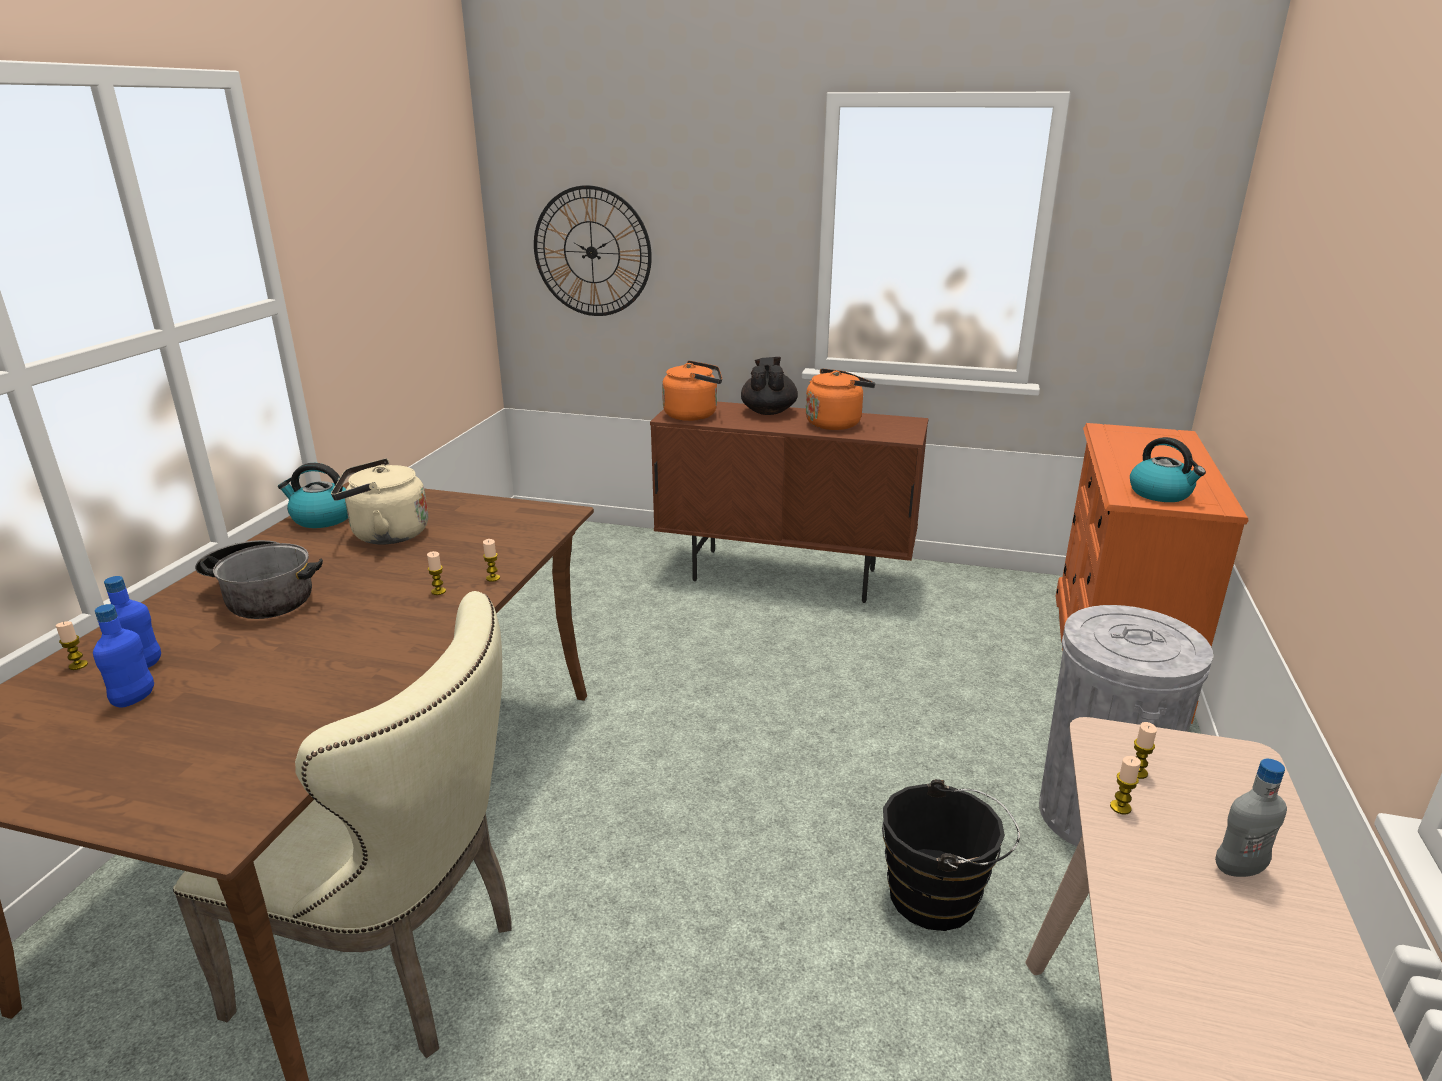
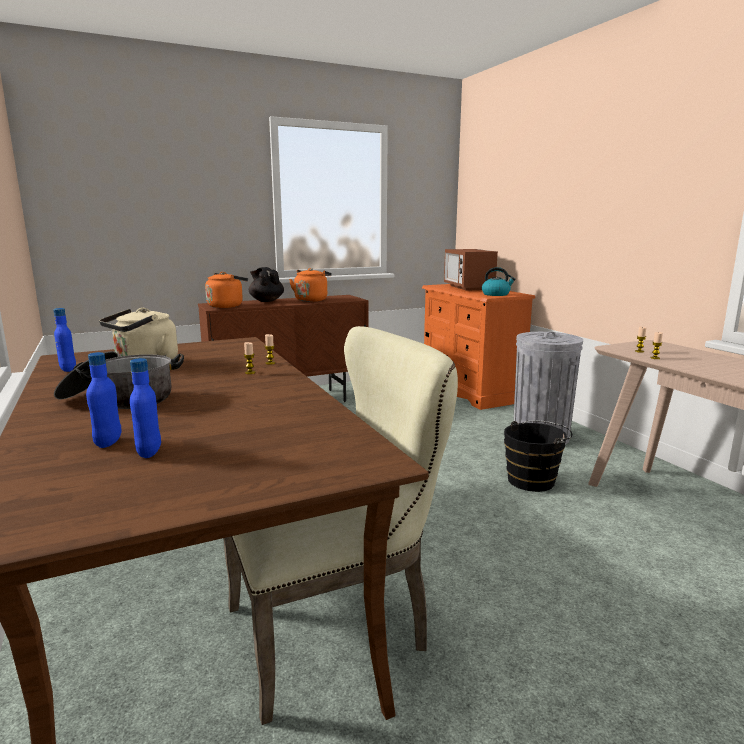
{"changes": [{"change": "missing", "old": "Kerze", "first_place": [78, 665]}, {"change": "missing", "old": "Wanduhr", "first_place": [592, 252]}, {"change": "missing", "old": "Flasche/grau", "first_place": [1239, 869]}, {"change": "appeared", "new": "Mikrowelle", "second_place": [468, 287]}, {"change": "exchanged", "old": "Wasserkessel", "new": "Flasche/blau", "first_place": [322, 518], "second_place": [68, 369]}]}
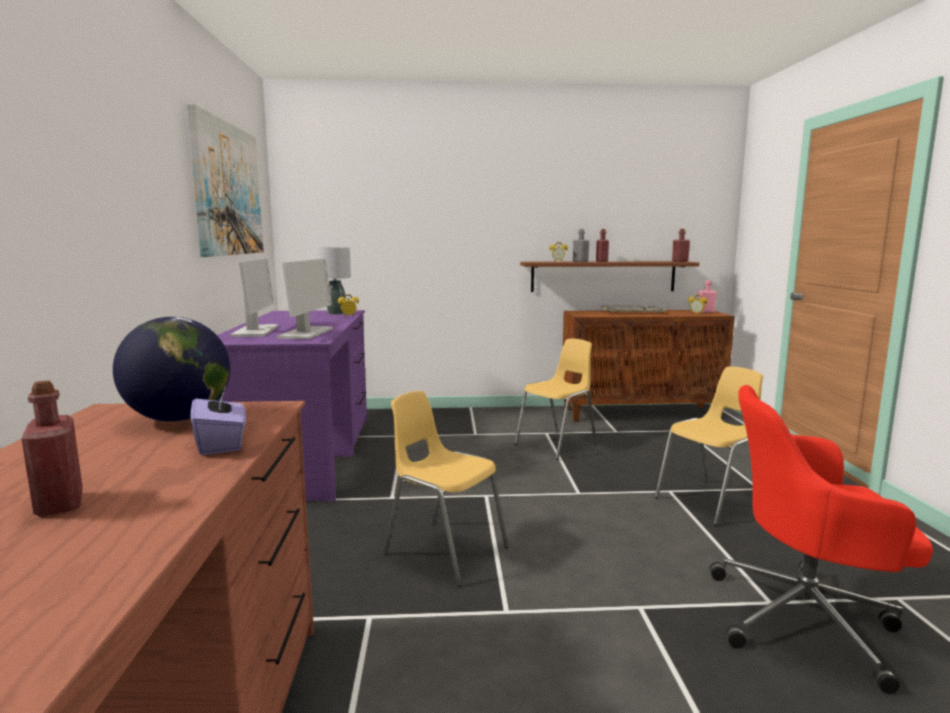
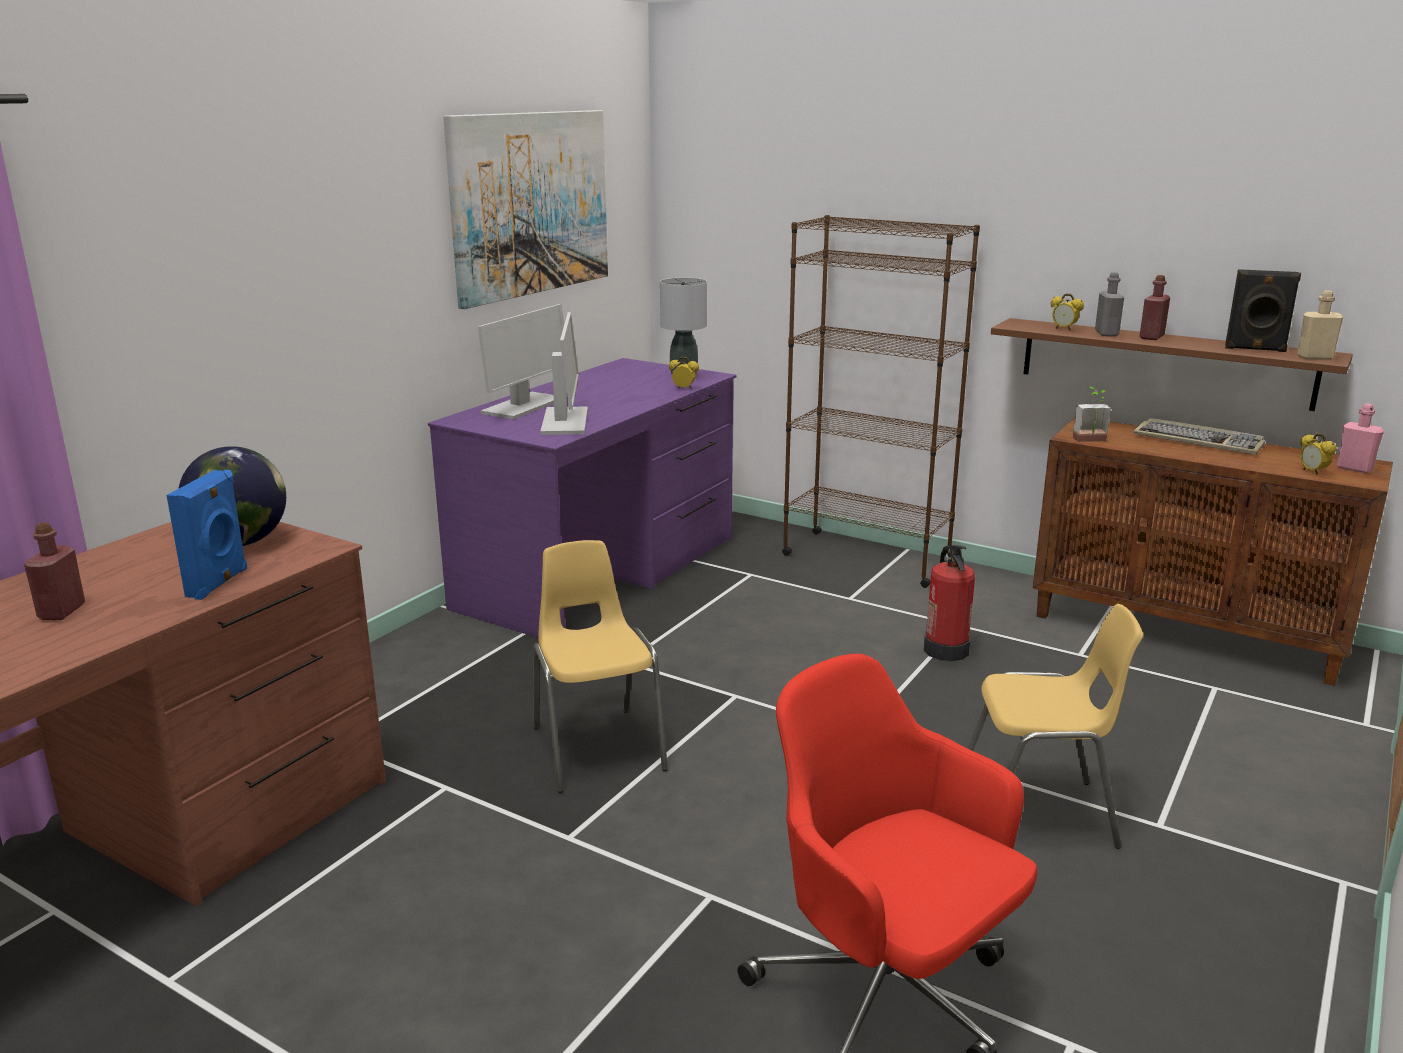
{"changes": [{"change": "appeared", "new": "Bücherregal/braun", "second_place": [866, 558]}, {"change": "appeared", "new": "Topfpflanze", "second_place": [1091, 441]}, {"change": "appeared", "new": "Lautsprecher/schwarz", "second_place": [1255, 349]}, {"change": "exchanged", "old": "Taschentuchbox/lila", "new": "Lautsprecher/blau", "first_place": [221, 444], "second_place": [219, 583]}, {"change": "exchanged", "old": "Stuhl/gelb", "new": "Feuerlöscher", "first_place": [557, 444], "second_place": [946, 649]}, {"change": "colour", "old": "Flasche/rot", "new": "Flasche/beige", "first_place": [680, 261], "second_place": [1315, 357]}, {"change": "spun", "old": "Monitor", "first_place": [306, 333], "second_place": [565, 422], "degrees": -45}]}
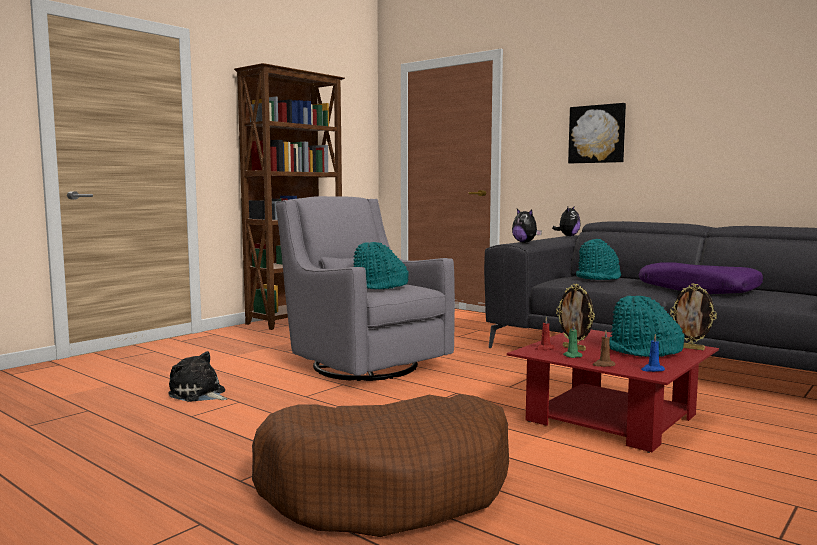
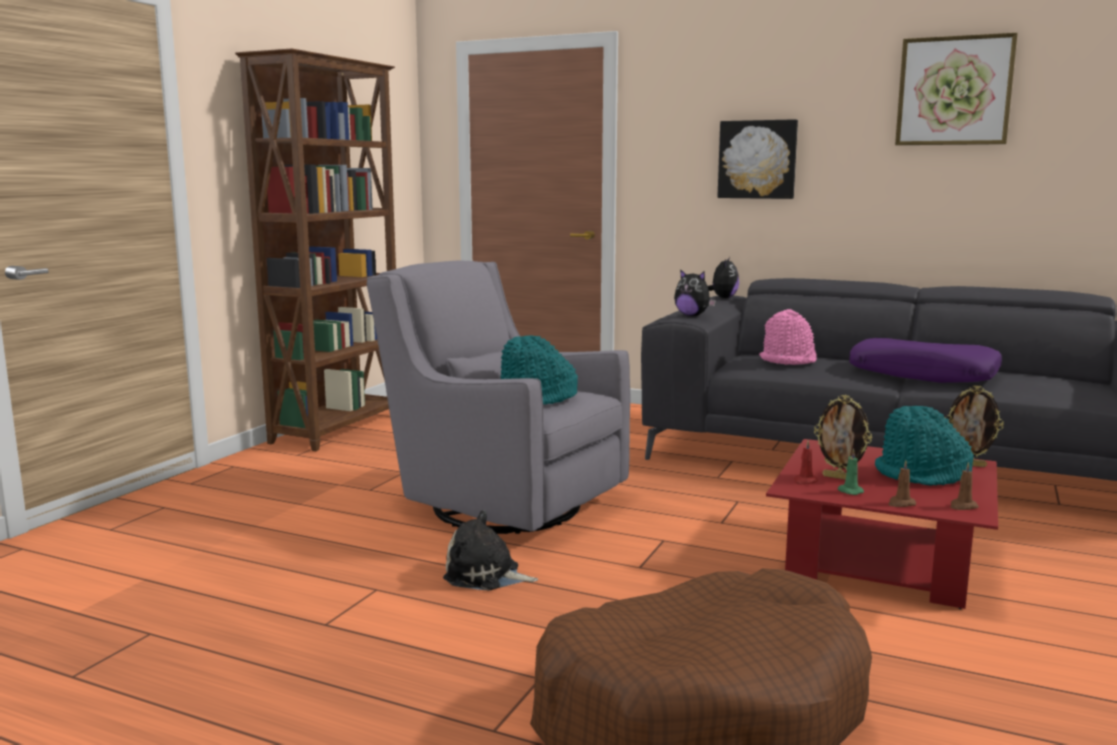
{"changes": [{"change": "appeared", "new": "Bild", "second_place": [954, 91]}, {"change": "relocated", "old": "Plüschtier", "first_place": [199, 394], "second_place": [486, 576]}, {"change": "colour", "old": "Hut/türkis", "new": "Hut/rosa", "first_place": [598, 278], "second_place": [788, 360]}, {"change": "colour", "old": "Kerze/blau", "new": "Kerze/braun", "first_place": [652, 370], "second_place": [962, 506]}]}
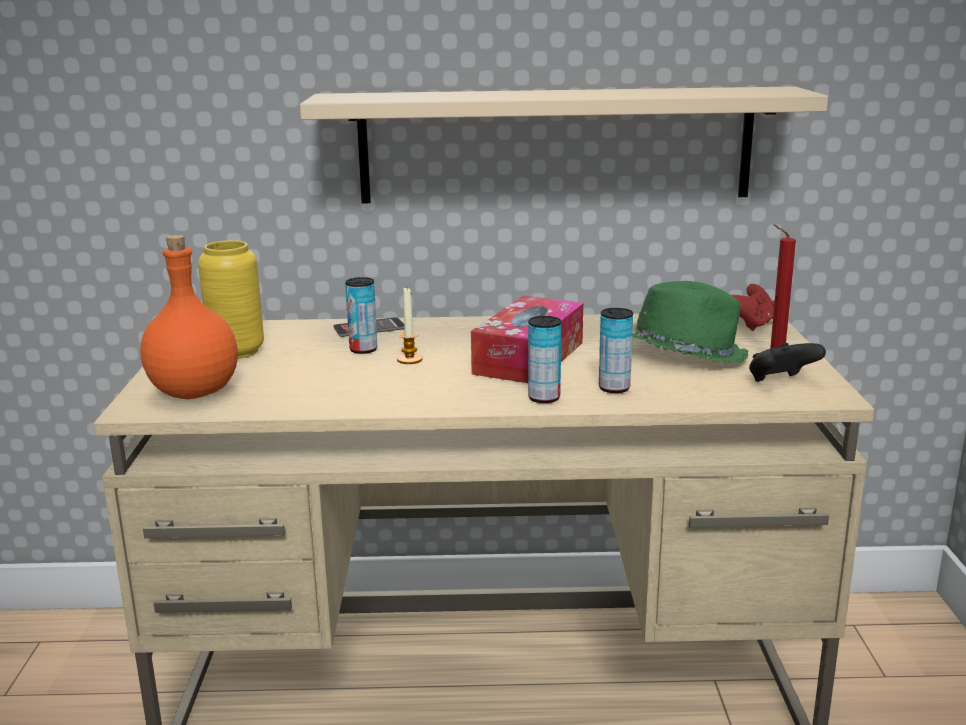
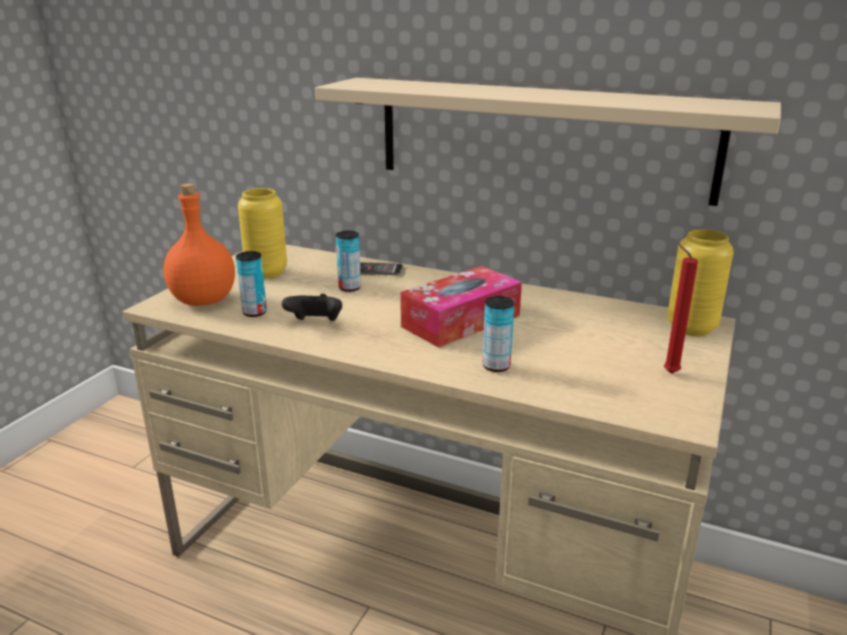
{"changes": [{"change": "missing", "old": "Kerze", "first_place": [409, 359]}, {"change": "missing", "old": "Hut/grün", "first_place": [685, 353]}, {"change": "relocated", "old": "Dose", "first_place": [544, 398], "second_place": [254, 312]}, {"change": "relocated", "old": "Gamepad/schwarz", "first_place": [780, 382], "second_place": [315, 324]}, {"change": "exchanged", "old": "Gamepad/rot", "new": "Vase/gelb", "first_place": [751, 325], "second_place": [691, 328]}]}
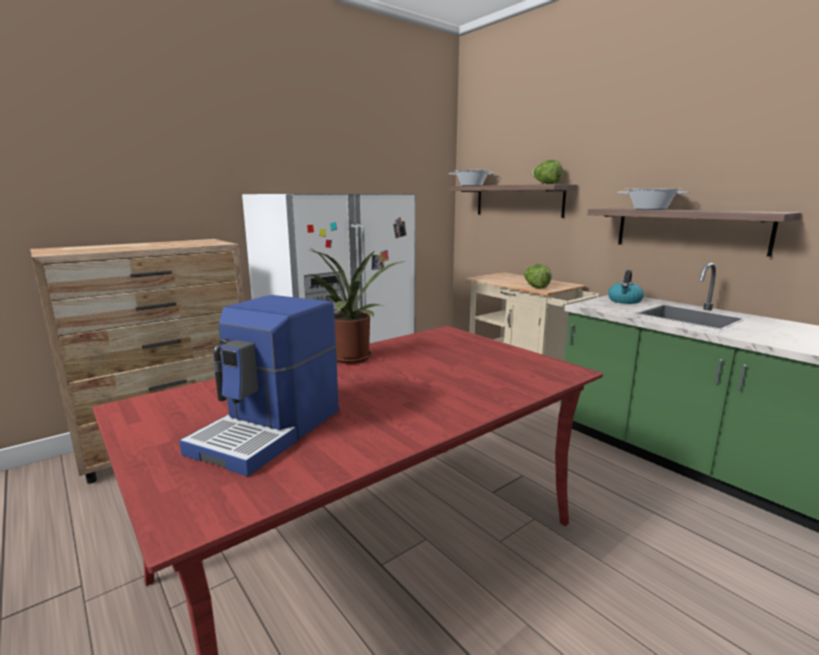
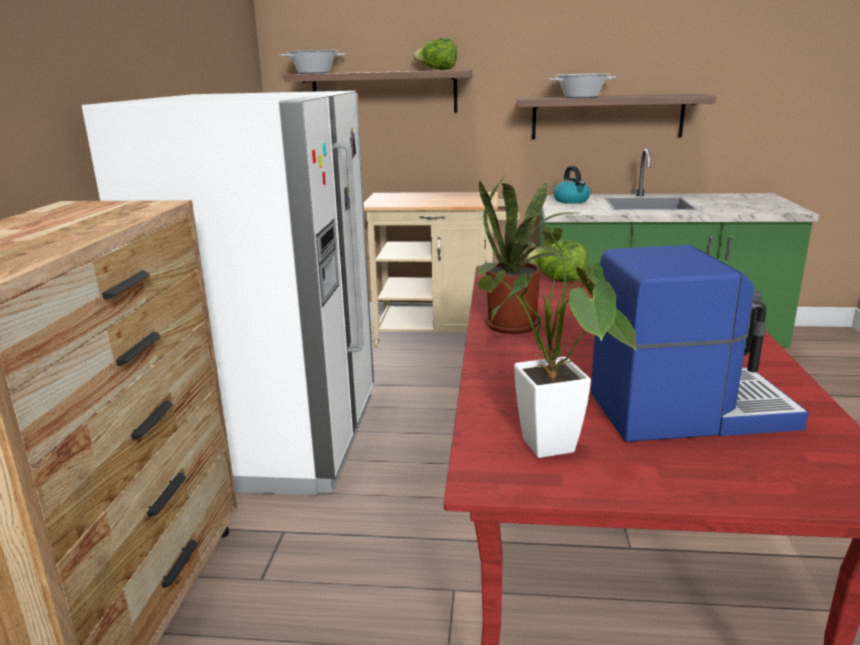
{"changes": [{"change": "appeared", "new": "Topfpflanze", "second_place": [552, 453]}, {"change": "relocated", "old": "Salatkopf", "first_place": [535, 287], "second_place": [557, 280]}, {"change": "spun", "old": "Kaffeemaschine", "first_place": [270, 430], "second_place": [687, 410], "degrees": -75}]}
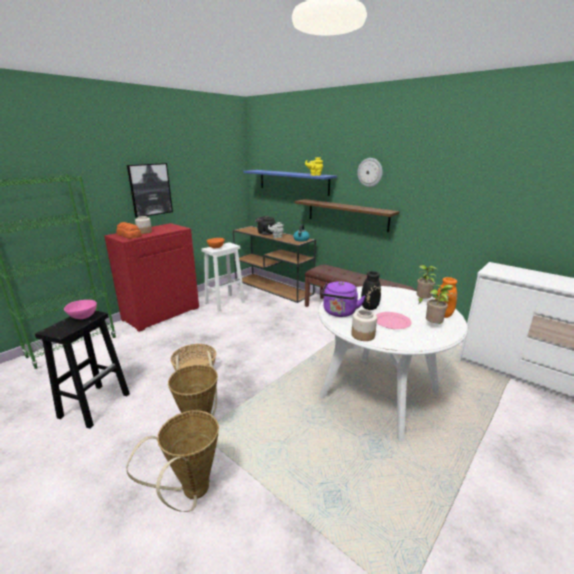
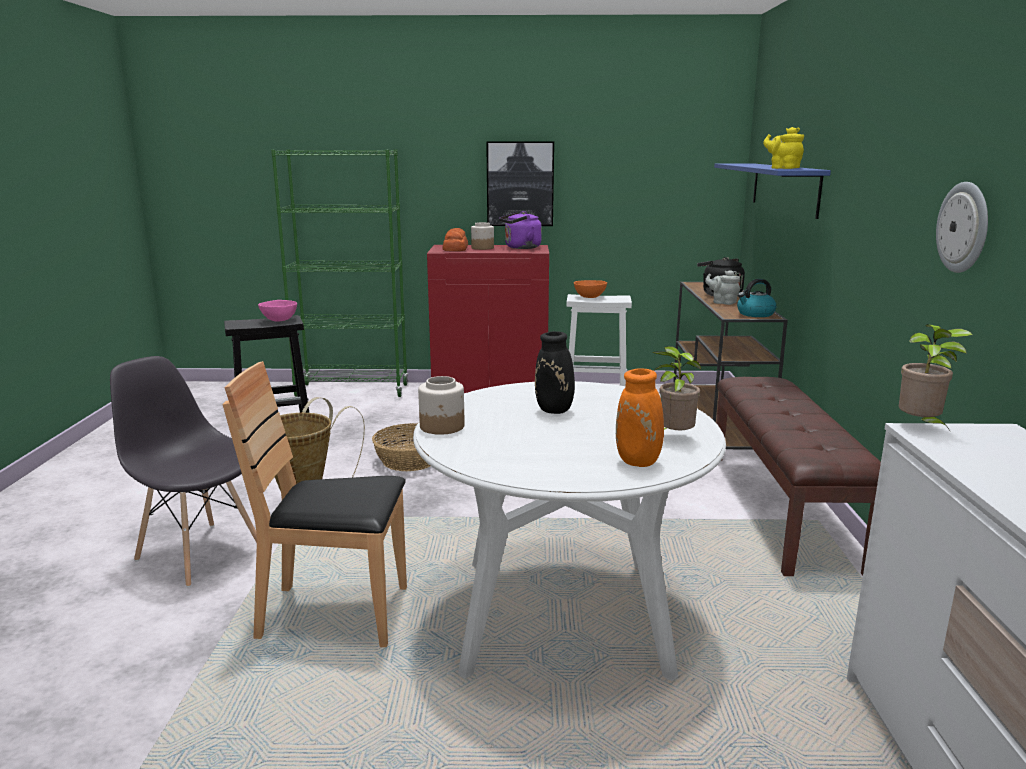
{"changes": [{"change": "missing", "old": "Wandregal", "first_place": [347, 214]}, {"change": "missing", "old": "Teller/rosa", "first_place": [392, 322]}, {"change": "appeared", "new": "Stuhl/braun", "second_place": [335, 614]}, {"change": "relocated", "old": "Wasserkessel/lila", "first_place": [339, 313], "second_place": [520, 248]}, {"change": "relocated", "old": "Wanduhr", "first_place": [370, 172], "second_place": [964, 227]}, {"change": "relocated", "old": "Topfpflanze", "first_place": [434, 325], "second_place": [920, 427]}, {"change": "exchanged", "old": "Korb", "new": "Stuhl/grau", "first_place": [191, 493], "second_place": [199, 553]}]}
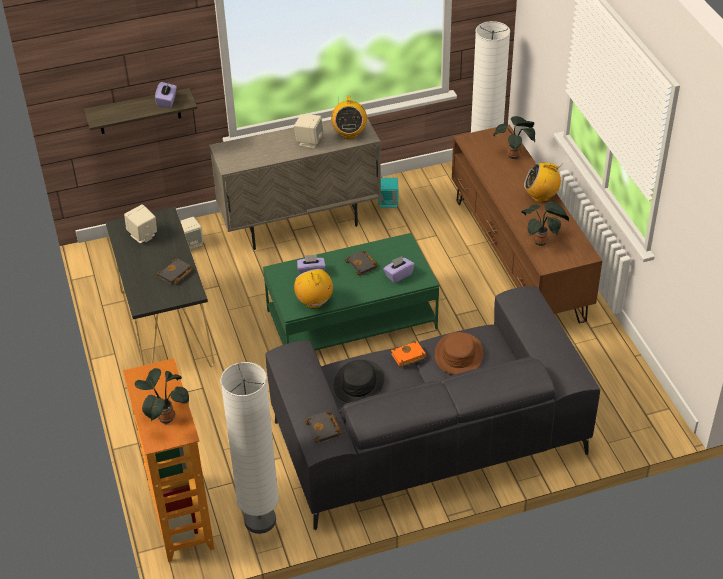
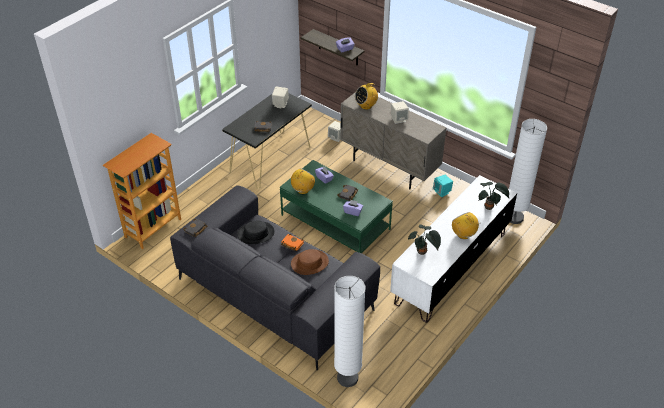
{"changes": [{"change": "missing", "old": "Topfpflanze", "first_place": [165, 417]}, {"change": "relocated", "old": "Stehlampe/weiß", "first_place": [260, 520], "second_place": [347, 378]}, {"change": "relocated", "old": "Radio", "first_place": [349, 134], "second_place": [366, 106]}, {"change": "colour", "old": "Fernsehschrank/braun", "new": "Fernsehschrank/weiß", "first_place": [518, 258], "second_place": [451, 268]}]}
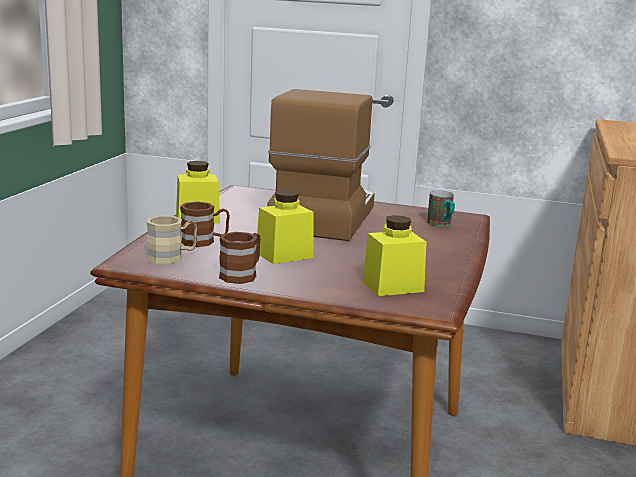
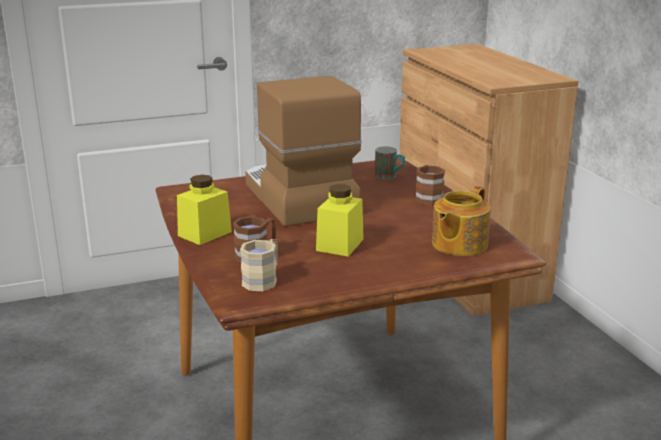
{"changes": [{"change": "relocated", "old": "Henkelbecher/braun", "first_place": [242, 274], "second_place": [428, 197]}, {"change": "exchanged", "old": "Vorratsglas/gelb", "new": "Teekanne", "first_place": [392, 286], "second_place": [458, 244]}]}
